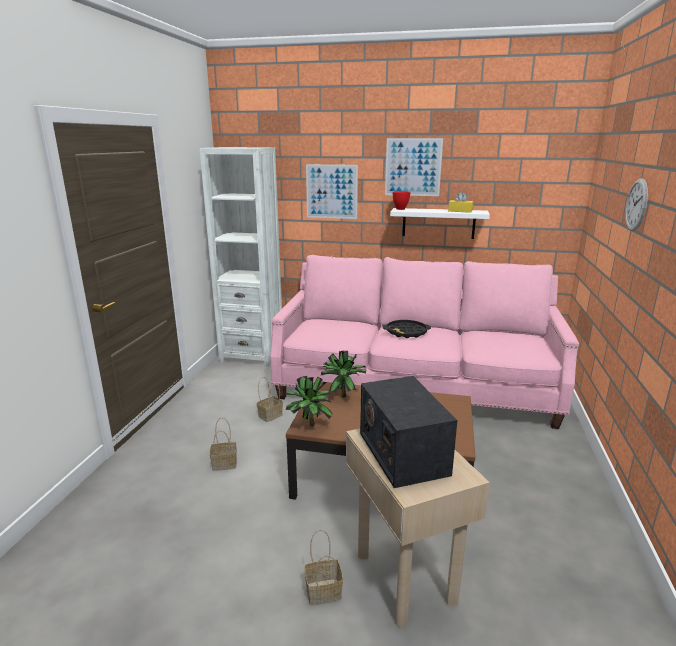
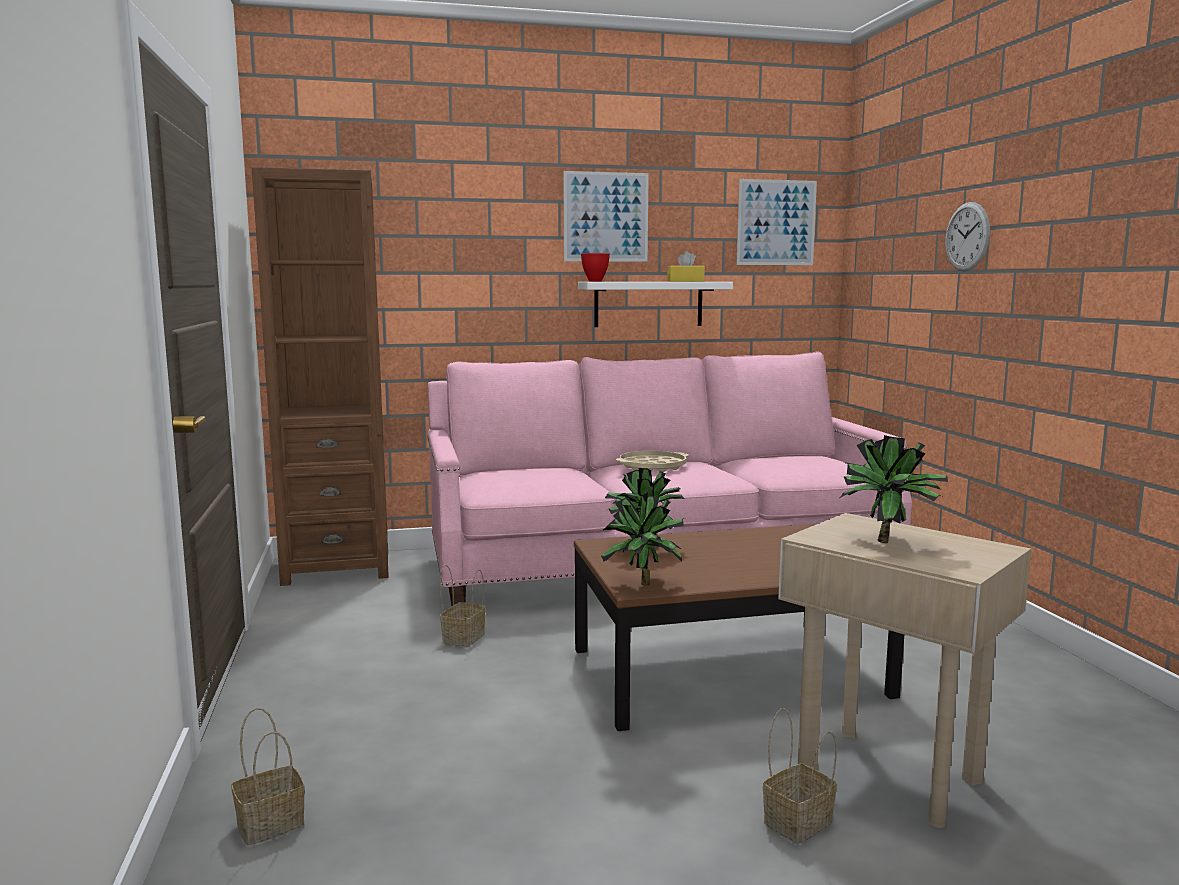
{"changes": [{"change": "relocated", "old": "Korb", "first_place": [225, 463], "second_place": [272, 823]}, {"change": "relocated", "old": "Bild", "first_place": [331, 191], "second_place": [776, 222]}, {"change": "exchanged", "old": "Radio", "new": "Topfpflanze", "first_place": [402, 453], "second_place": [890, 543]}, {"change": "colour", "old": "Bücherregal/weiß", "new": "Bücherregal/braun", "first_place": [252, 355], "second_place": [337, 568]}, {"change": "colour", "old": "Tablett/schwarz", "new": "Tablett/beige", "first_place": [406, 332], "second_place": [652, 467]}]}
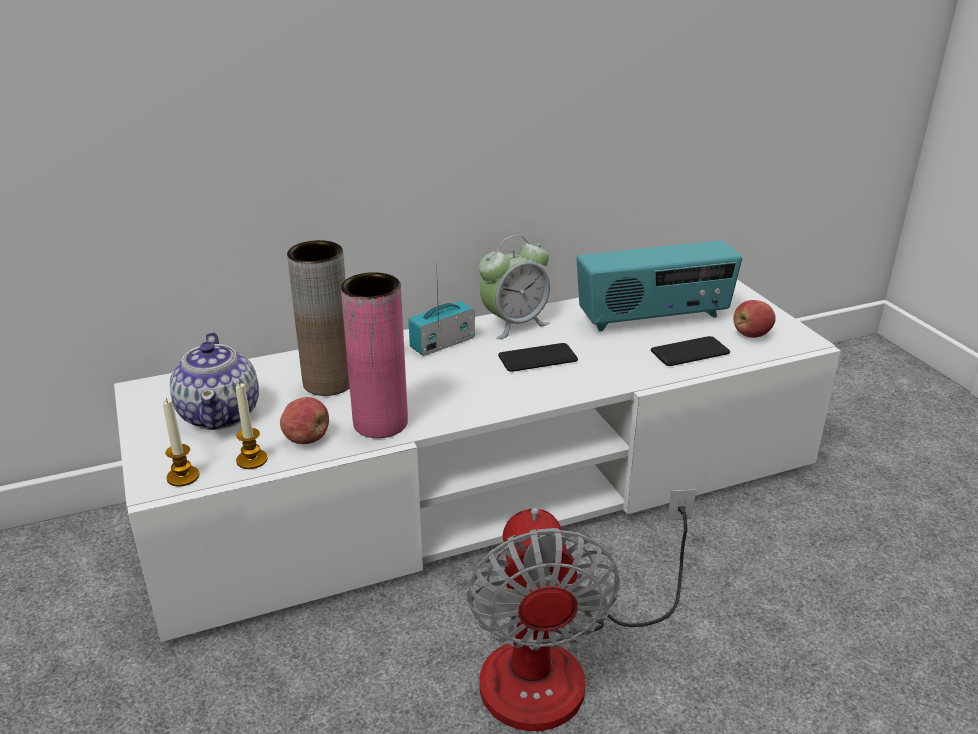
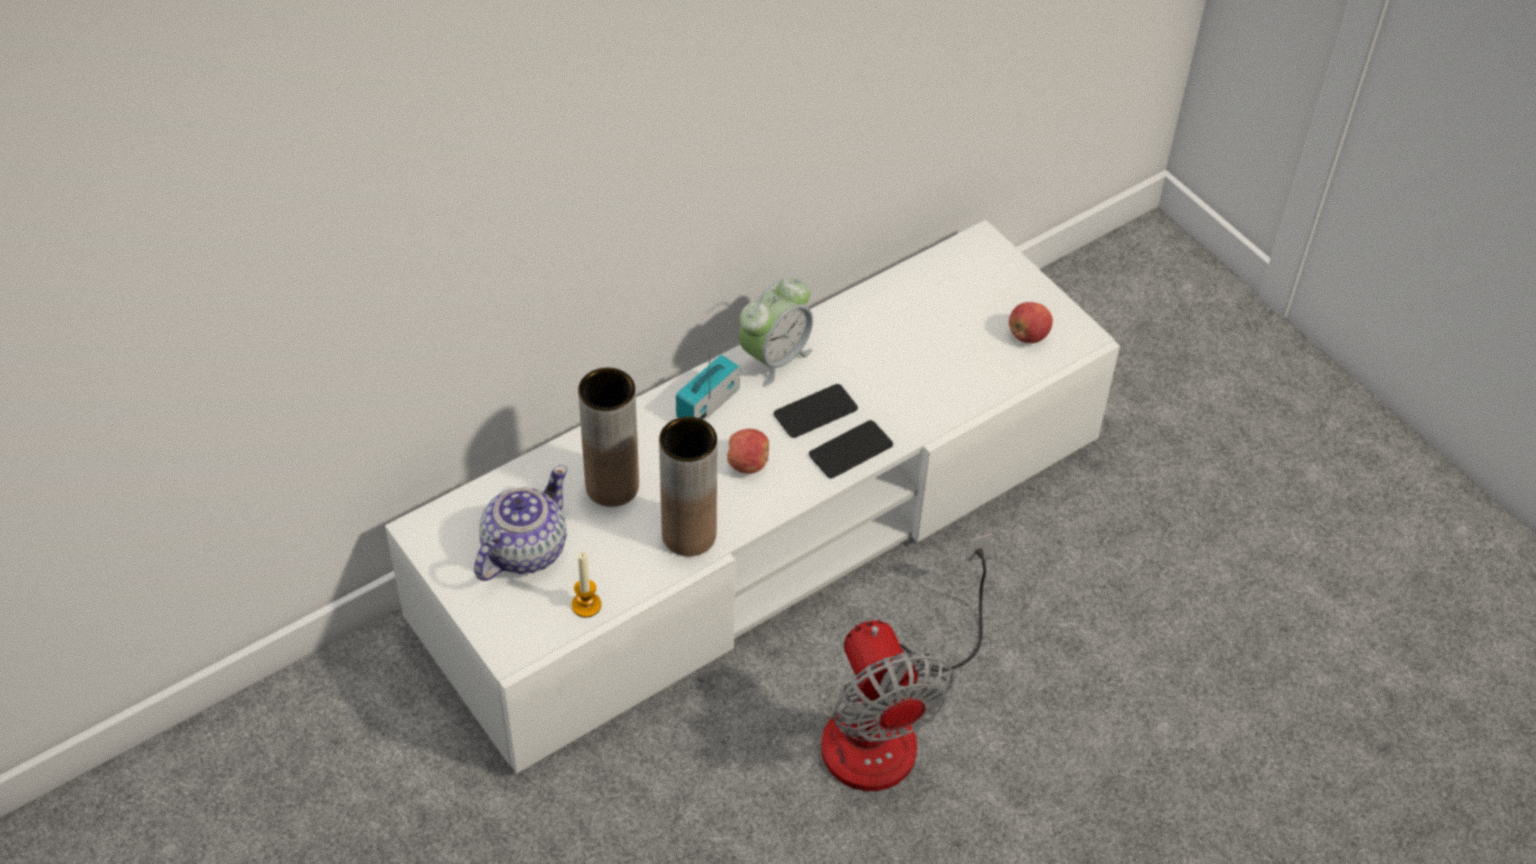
{"changes": [{"change": "missing", "old": "Kerze", "first_place": [183, 477]}, {"change": "missing", "old": "Radio", "first_place": [653, 318]}, {"change": "relocated", "old": "Apfel", "first_place": [307, 439], "second_place": [748, 464]}, {"change": "relocated", "old": "Handy", "first_place": [690, 352], "second_place": [850, 450]}, {"change": "colour", "old": "Vase/rosa", "new": "Vase/braun", "first_place": [380, 423], "second_place": [689, 535]}, {"change": "spun", "old": "Teekanne", "first_place": [220, 414], "second_place": [523, 550], "degrees": -120}]}
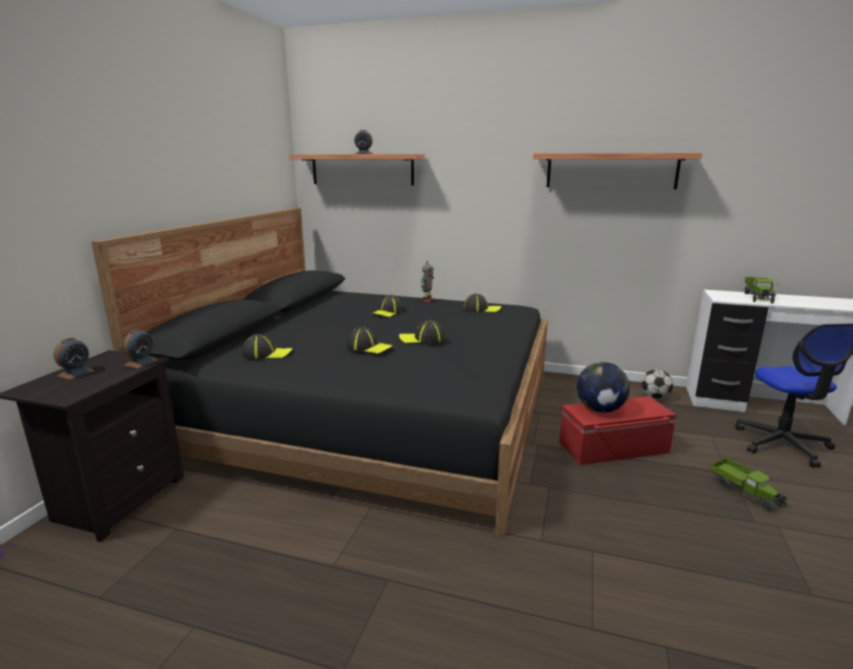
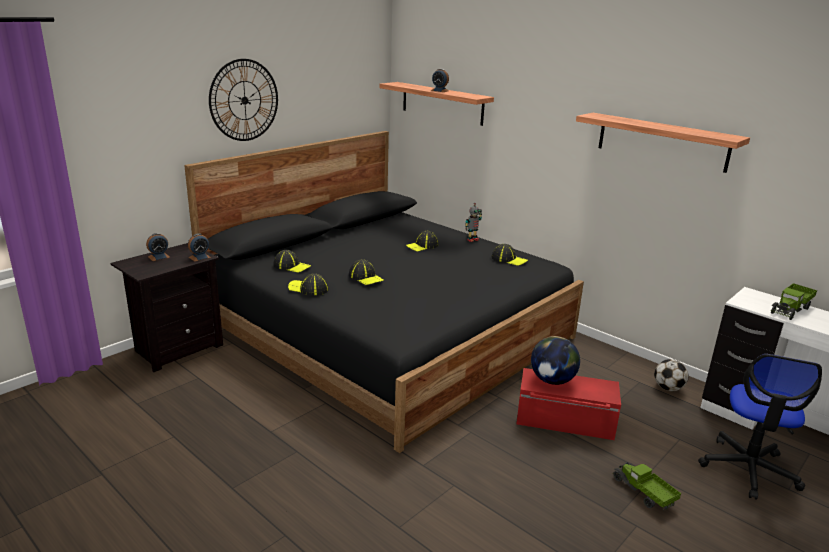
{"changes": [{"change": "appeared", "new": "Wanduhr", "second_place": [244, 100]}, {"change": "relocated", "old": "Kappe", "first_place": [422, 339], "second_place": [308, 289]}, {"change": "spun", "old": "Spielzeuglaster", "first_place": [745, 492], "second_place": [643, 493], "degrees": 150}]}
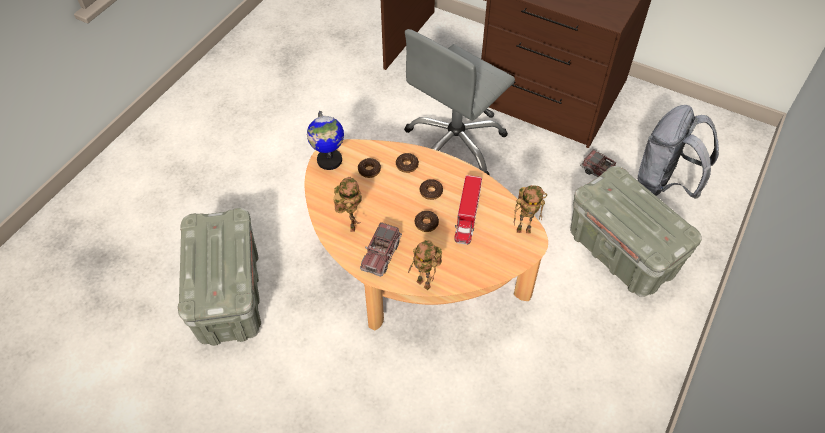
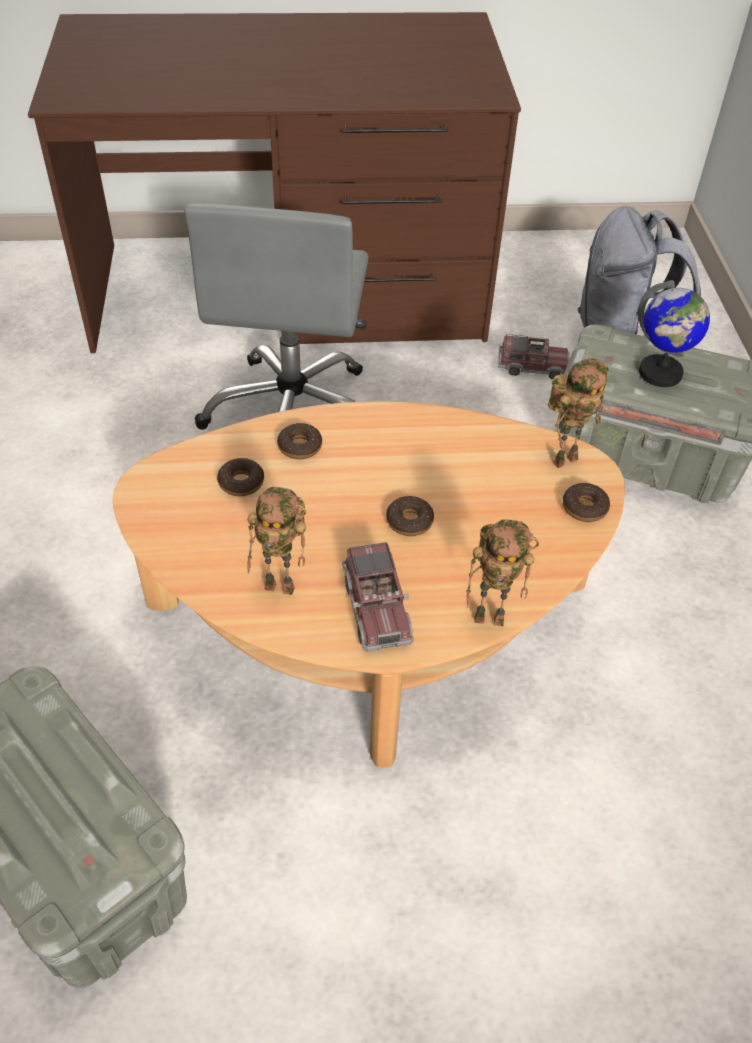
{"changes": [{"change": "missing", "old": "Spielzeuglaster", "first_place": [467, 215]}, {"change": "relocated", "old": "Globus", "first_place": [329, 160], "second_place": [660, 373]}, {"change": "relocated", "old": "Donut", "first_place": [431, 192], "second_place": [584, 507]}, {"change": "spun", "old": "Spielzeugroboter", "first_place": [351, 225], "second_place": [282, 586], "degrees": 135}]}
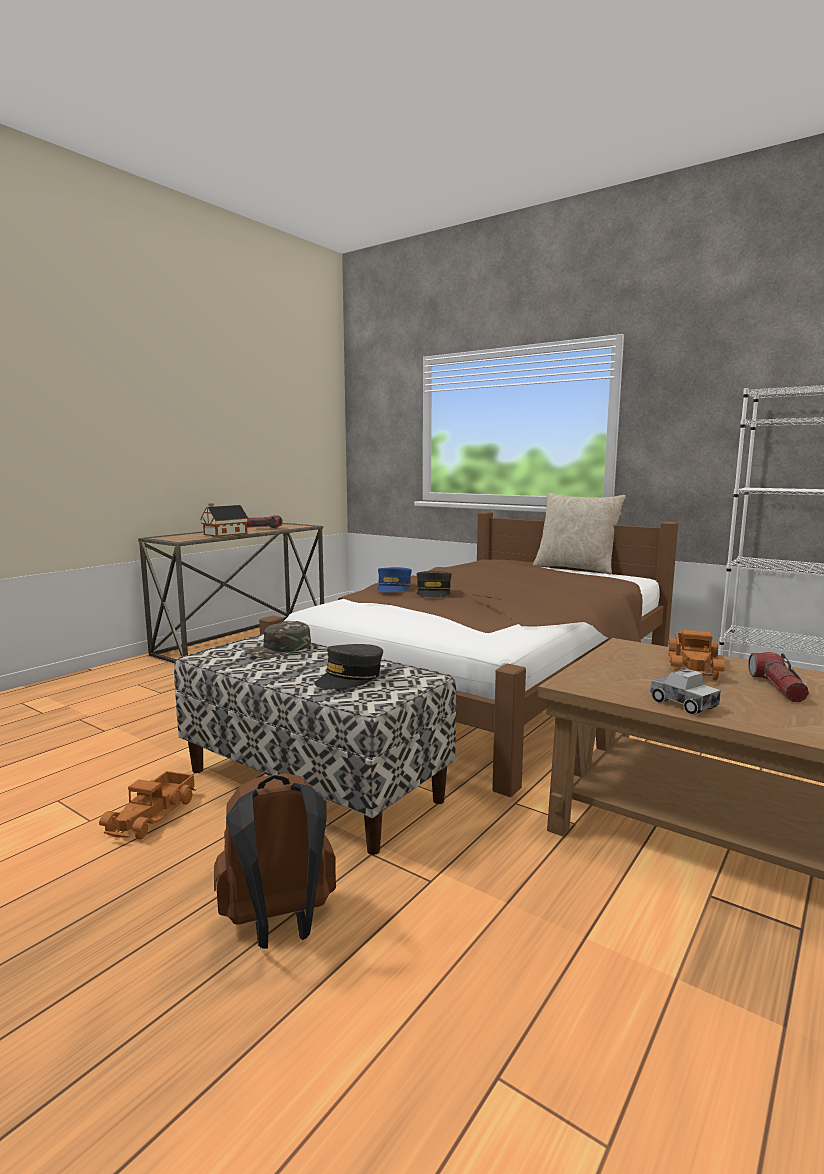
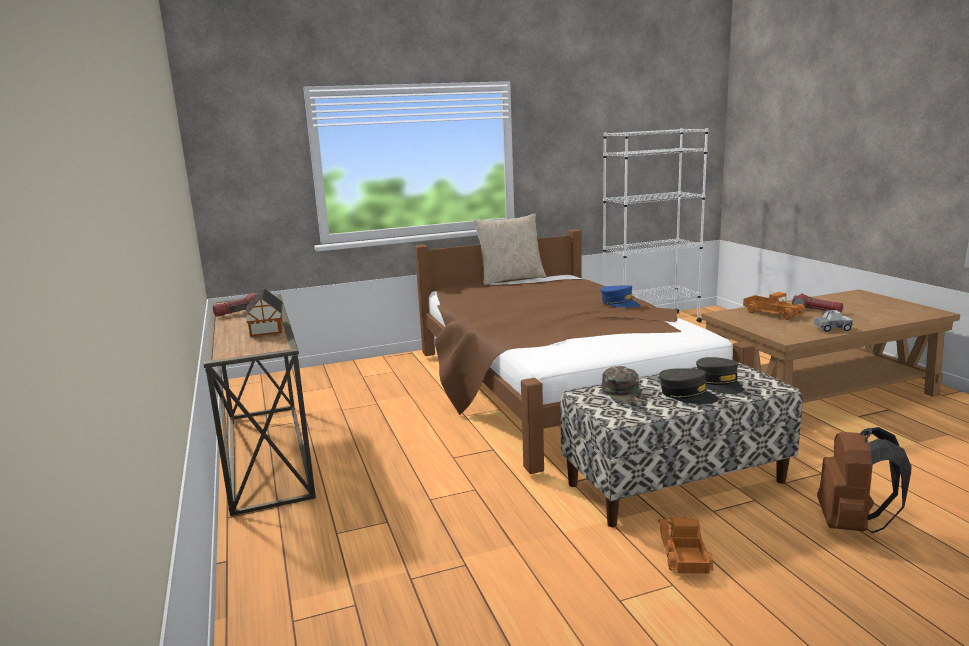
{"changes": [{"change": "relocated", "old": "Kappe/blau", "first_place": [394, 588], "second_place": [619, 303]}, {"change": "relocated", "old": "Kappe/grau", "first_place": [433, 592], "second_place": [687, 395]}, {"change": "spun", "old": "Spielzeuglaster", "first_place": [153, 815], "second_place": [683, 553], "degrees": -135}]}
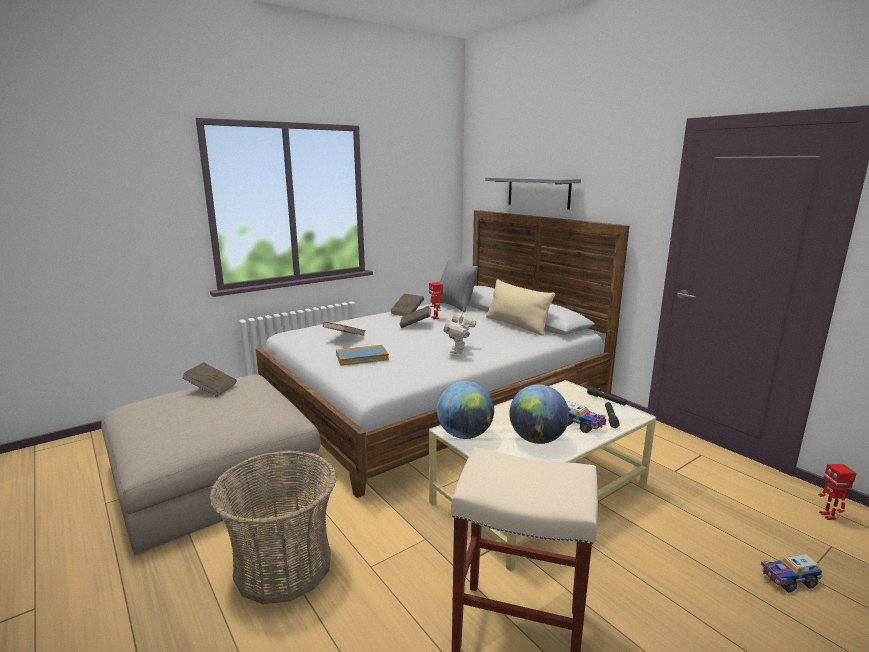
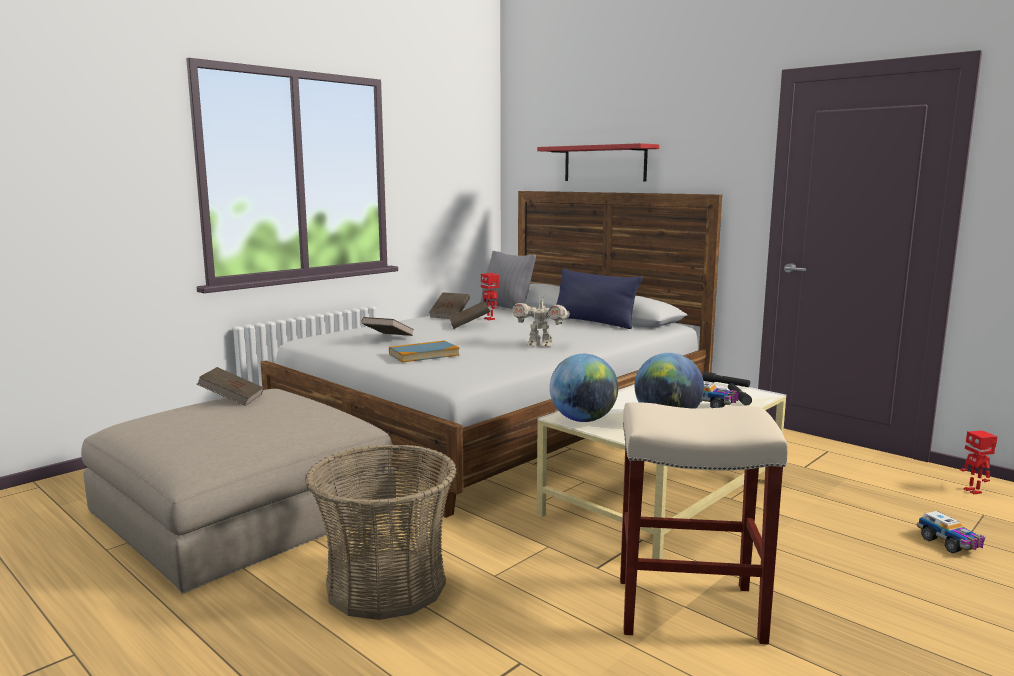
{"changes": [{"change": "colour", "old": "Wandregal/grau", "new": "Wandregal/rot", "first_place": [538, 192], "second_place": [604, 163]}, {"change": "colour", "old": "Kissen/beige", "new": "Kissen/blau", "first_place": [516, 325], "second_place": [593, 322]}, {"change": "spun", "old": "Spielzeugroboter", "first_place": [459, 351], "second_place": [540, 345], "degrees": -75}, {"change": "spun", "old": "Spielzeuglaster", "first_place": [788, 580], "second_place": [949, 544], "degrees": -90}]}
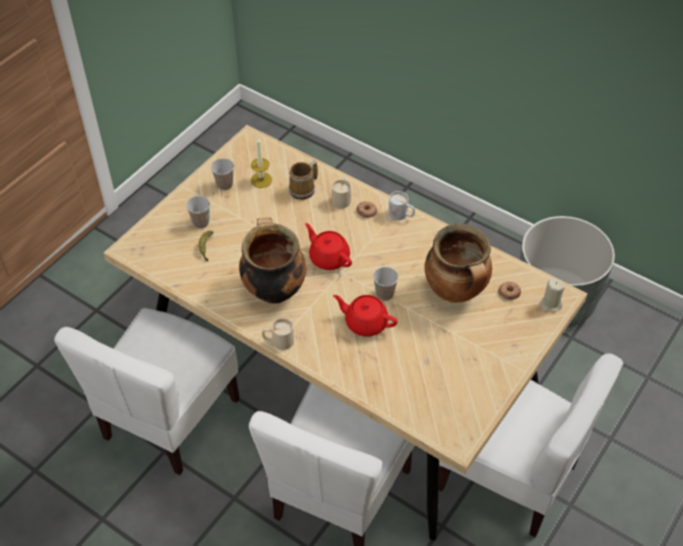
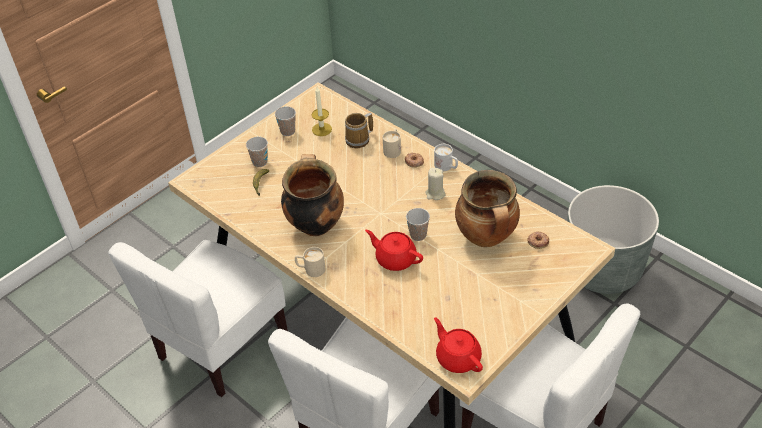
{"changes": [{"change": "relocated", "old": "Teekanne/rot", "first_place": [329, 258], "second_place": [458, 357]}, {"change": "relocated", "old": "Kerze/beige", "first_place": [550, 304], "second_place": [435, 194]}]}
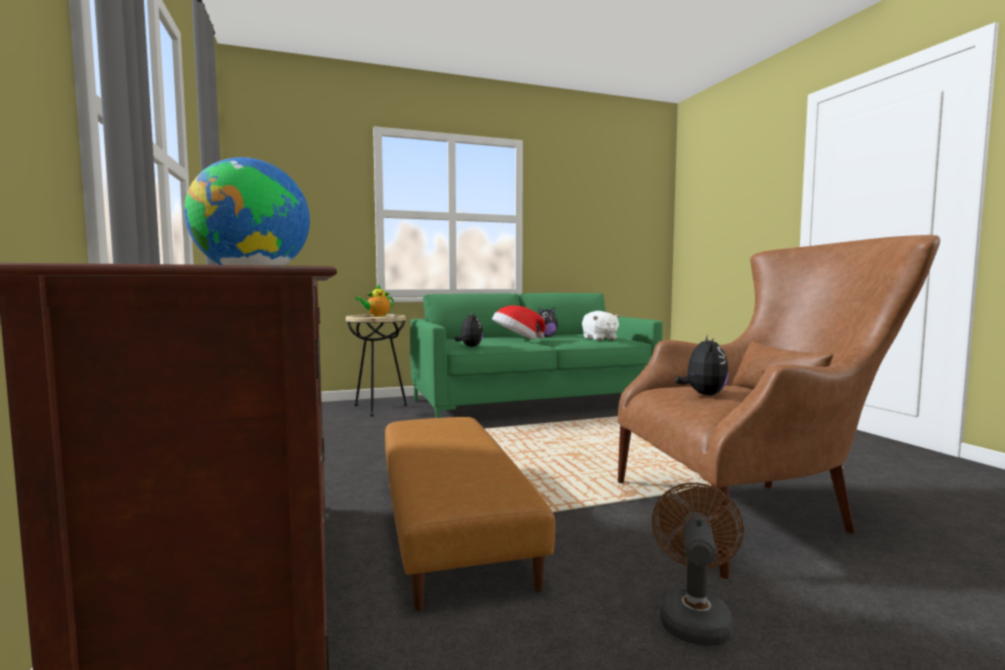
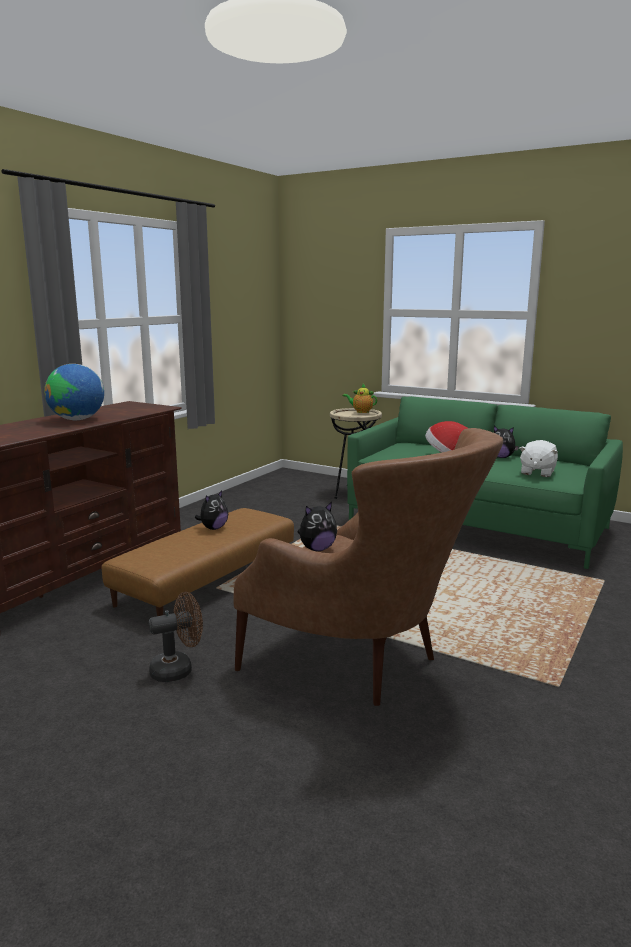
{"changes": [{"change": "relocated", "old": "Plüschtier", "first_place": [469, 346], "second_place": [213, 528]}]}
